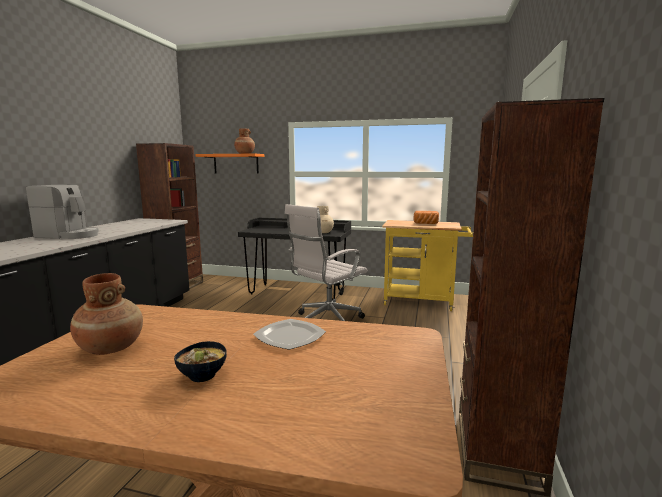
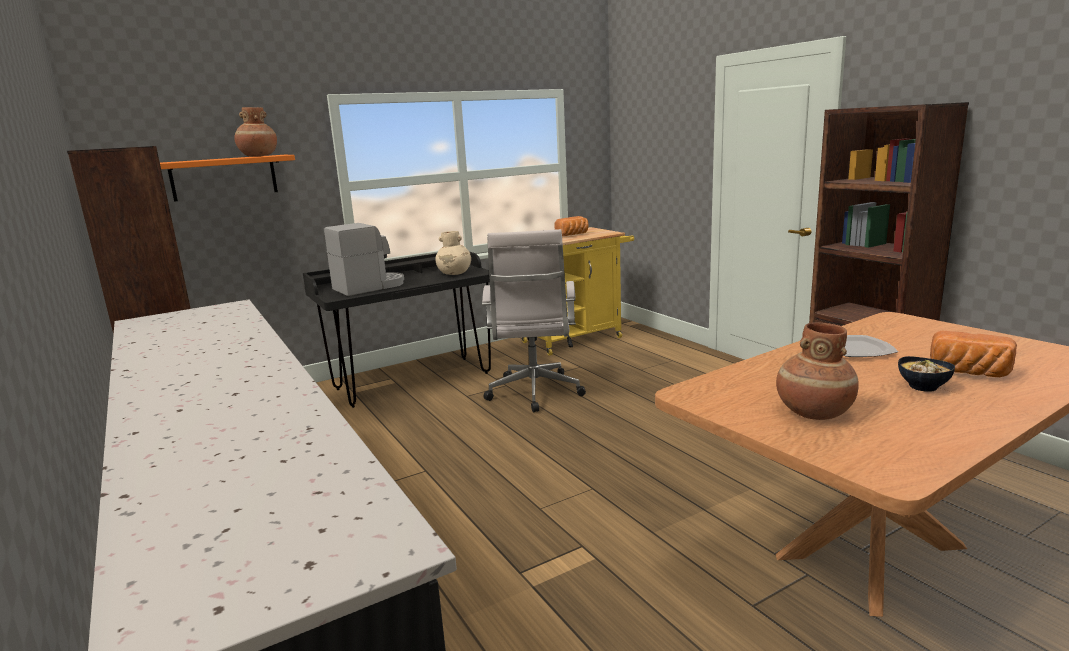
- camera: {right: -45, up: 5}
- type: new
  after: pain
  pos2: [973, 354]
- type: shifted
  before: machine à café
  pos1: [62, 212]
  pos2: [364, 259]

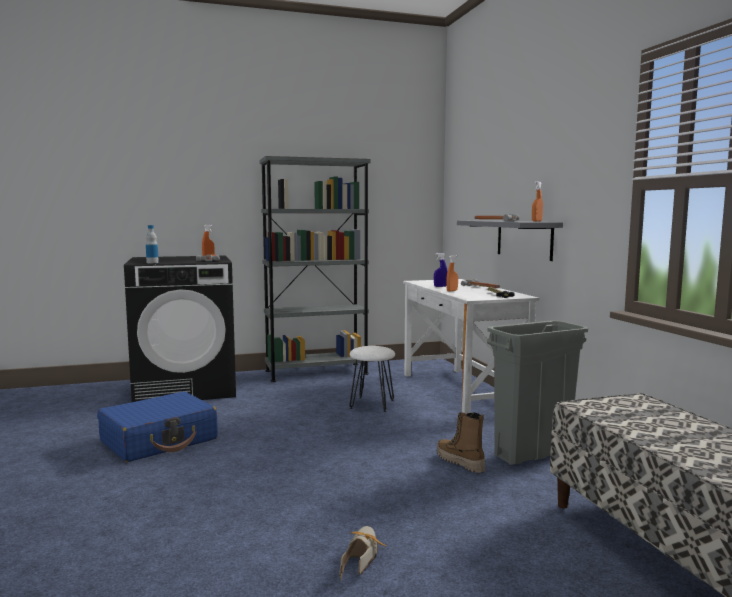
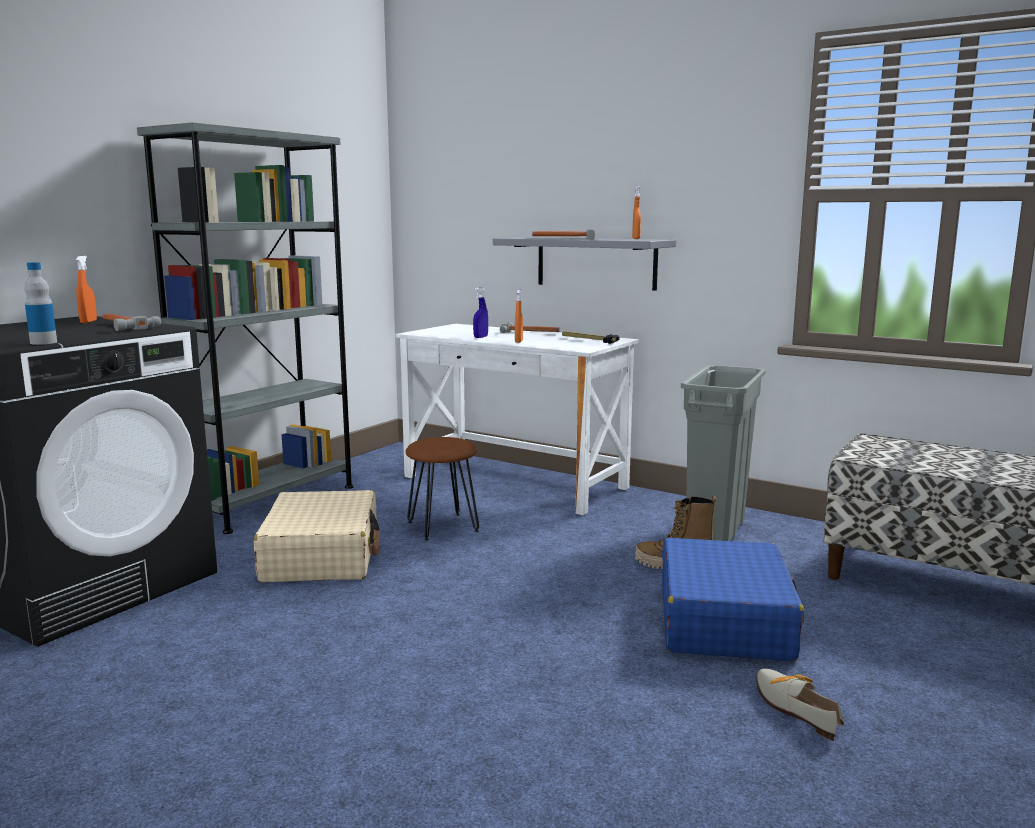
- camera: {right: -40, up: 5}
- type: new
  after: valise (beige)
  pos2: [317, 536]
- type: shifted
  before: valise (bleu)
  pos1: [157, 427]
  pos2: [733, 600]
- type: repainted
  before: tabouret (blanc)
  after: tabouret (marron)
  pos1: [372, 379]
  pos2: [442, 489]

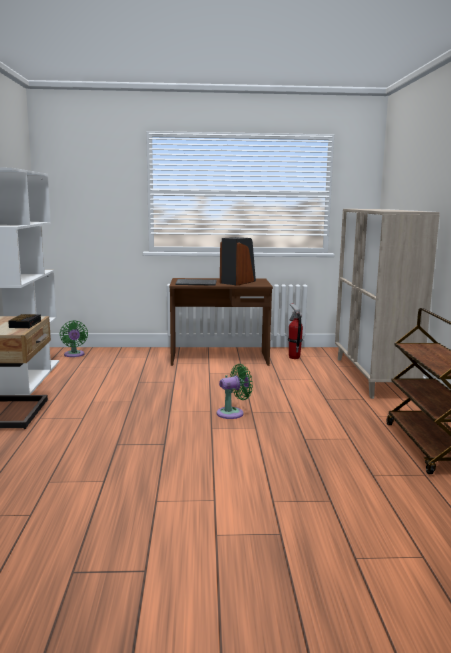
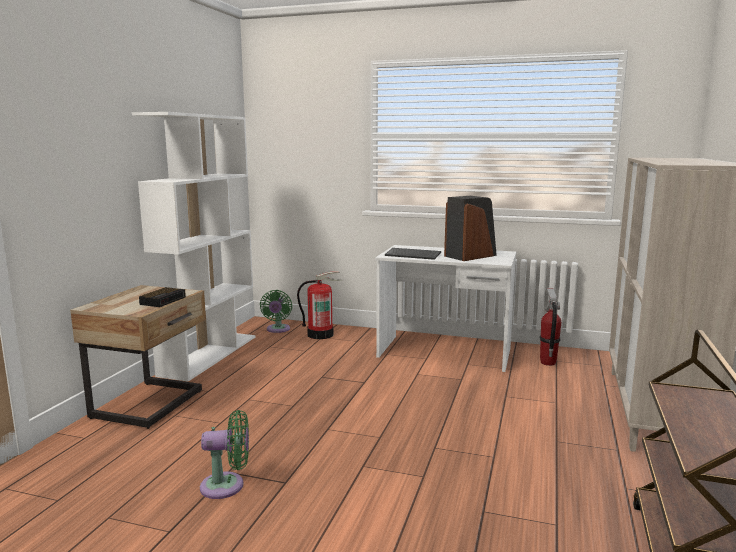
- camera: {right: 20, up: 0}
- type: new
  after: extincteur
  pos2: [320, 305]
- type: shifted
  before: ventilateur (vert)
  pos1: [235, 391]
  pos2: [224, 454]
- type: repainted
  before: bureau (marron)
  after: bureau (blanc)
  pos1: [221, 322]
  pos2: [445, 308]

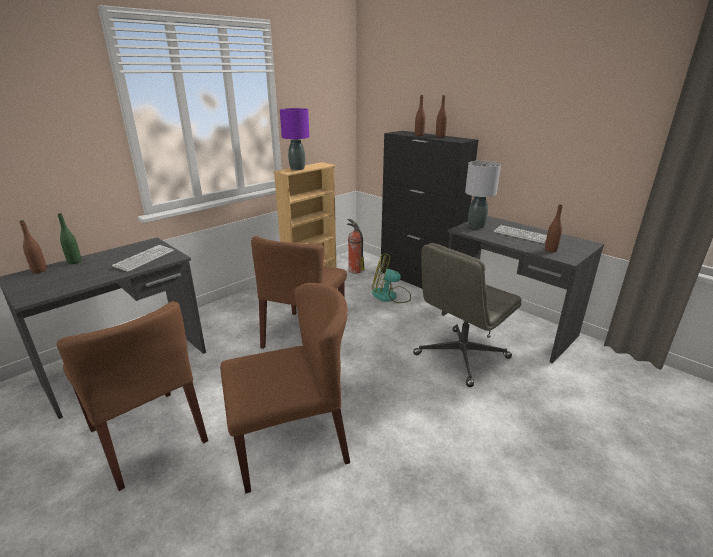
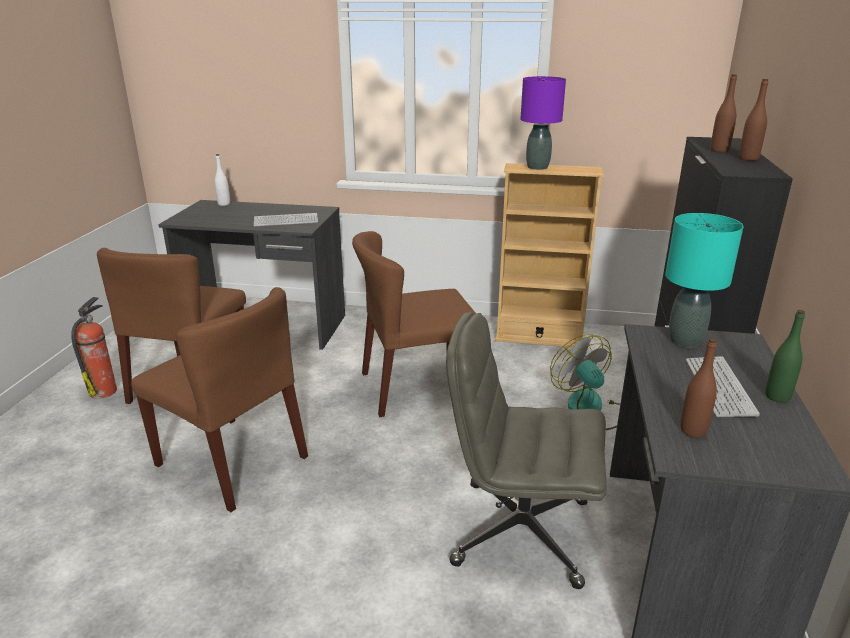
- camera: {right: 55, up: 0}
- type: shifted
  before: bouteille (vert)
  pos1: [69, 238]
  pos2: [785, 356]
- type: shifted
  before: extincteur
  pos1: [356, 246]
  pos2: [94, 348]
- type: repainted
  before: bouteille (marron)
  after: bouteille (blanc)
  pos1: [33, 246]
  pos2: [222, 180]
- type: repainted
  before: lampe de table (gris)
  after: lampe de table (turquoise)
  pos1: [483, 195]
  pos2: [704, 280]

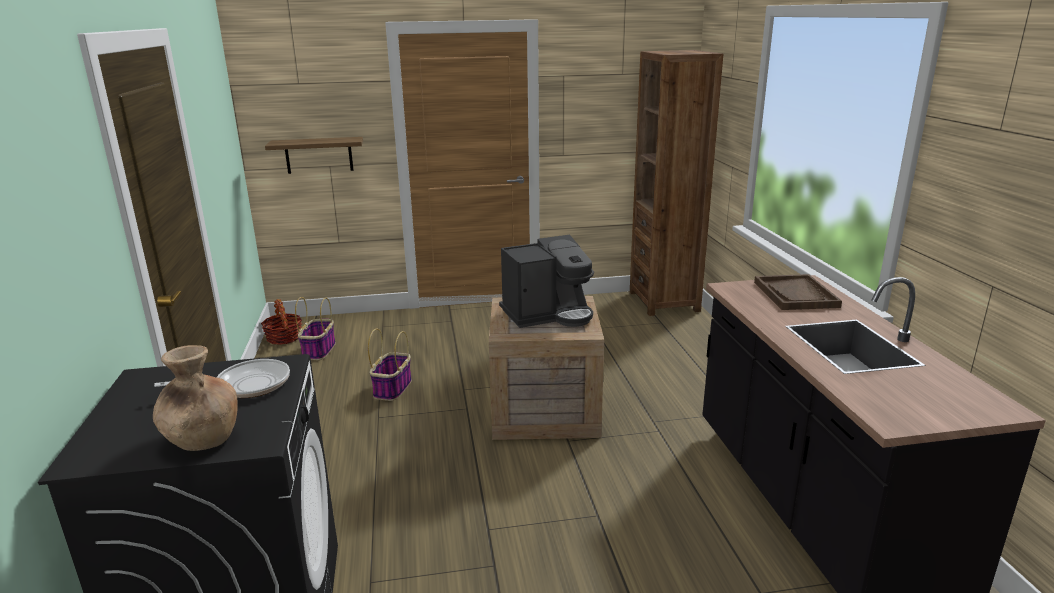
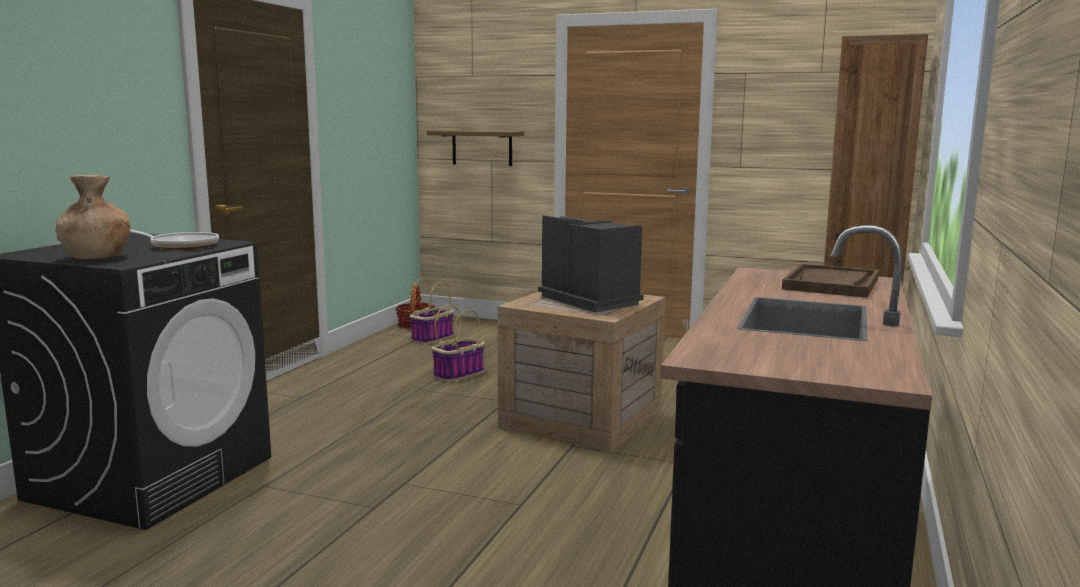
- camera: {right: 30, up: -10}
- type: rotated
  before: machine à café
  pos1: [546, 281]
  pos2: [591, 264]
  turn: -135

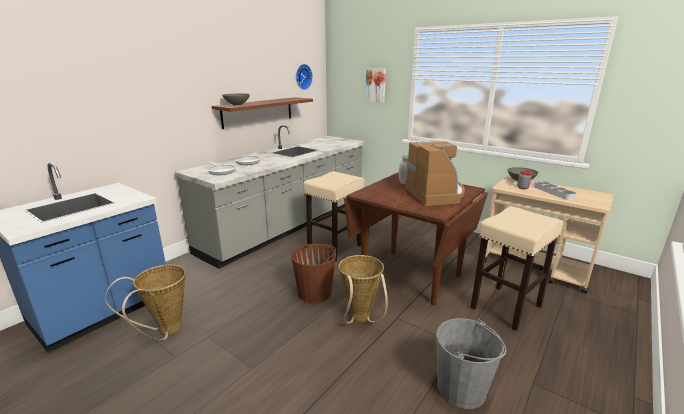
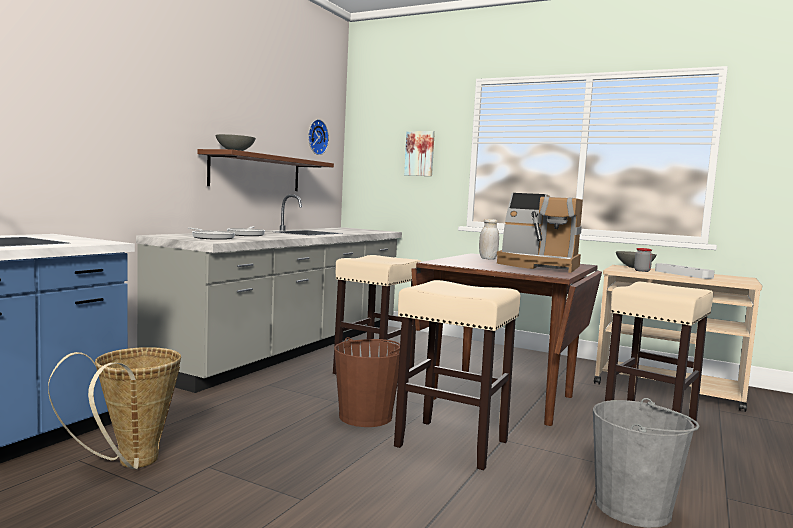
- camera: {right: -10, up: -15}
- type: swapped
  before: panier
  after: tabouret (beige)
  pos1: [363, 289]
  pos2: [457, 375]
- type: rotated
  before: machine à café
  pos1: [435, 173]
  pos2: [540, 233]
  turn: 135

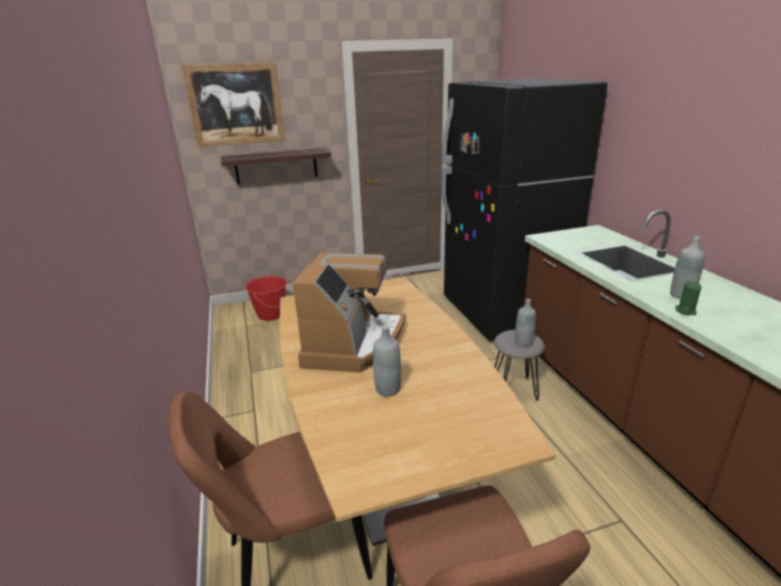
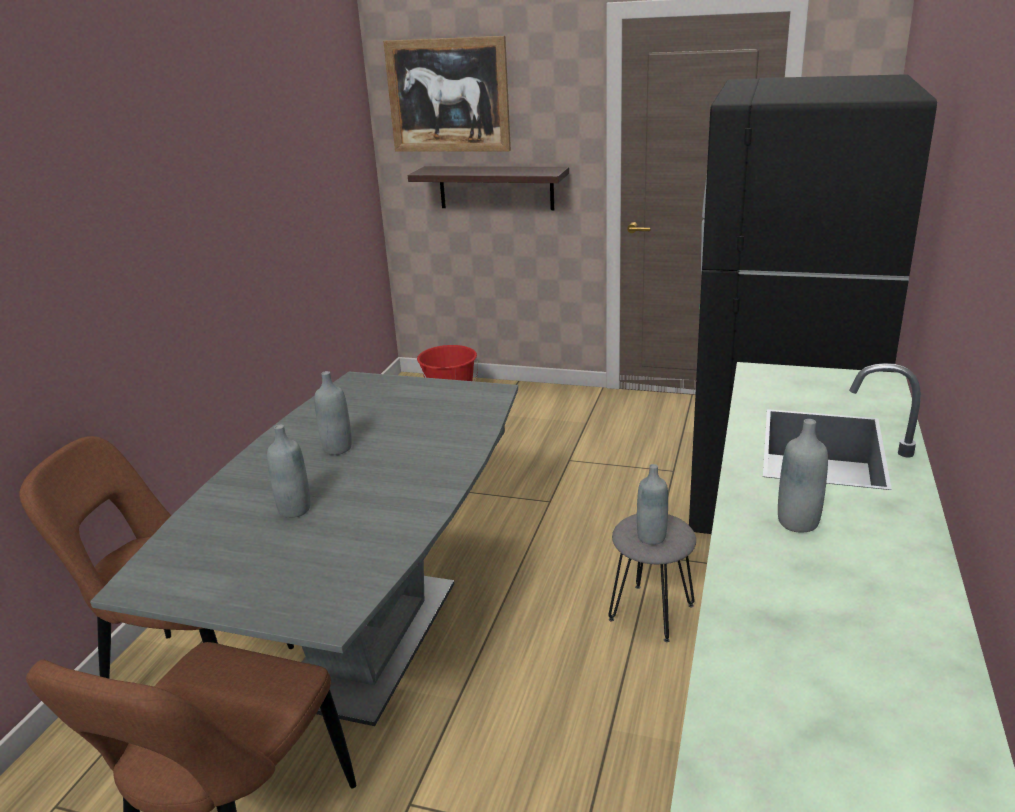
- camera: {right: 35, up: 0}
- type: gone
  before: bougie (vert)
  pos1: [688, 298]
- type: swapped
  before: machine à café
  after: bouteille (gris)
  pos1: [349, 313]
  pos2: [333, 413]
- type: repainted
  before: table à manger (marron)
  after: table à manger (gris)
  pos1: [417, 412]
  pos2: [304, 549]

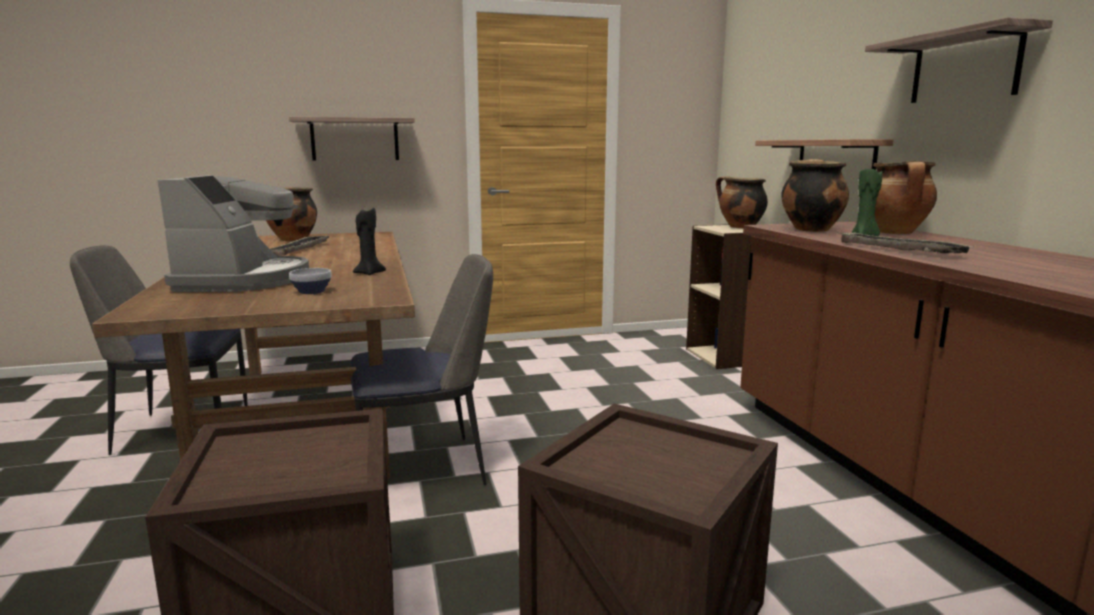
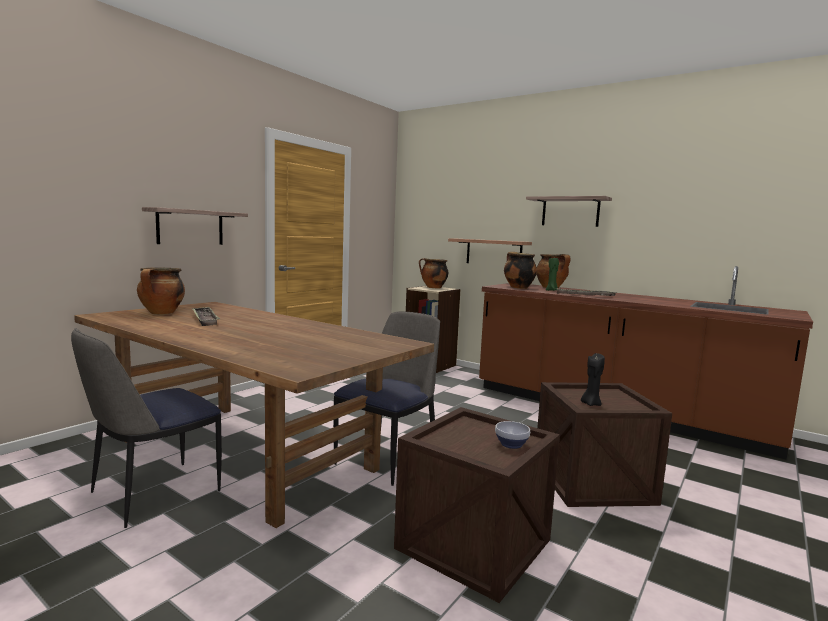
- camera: {right: -40, up: -5}
- type: gone
  before: machine à café
  pos1: [233, 233]
- type: shifted
  before: bol
  pos1: [310, 281]
  pos2: [512, 435]
- type: shifted
  before: bougie (noir)
  pos1: [369, 241]
  pos2: [593, 379]

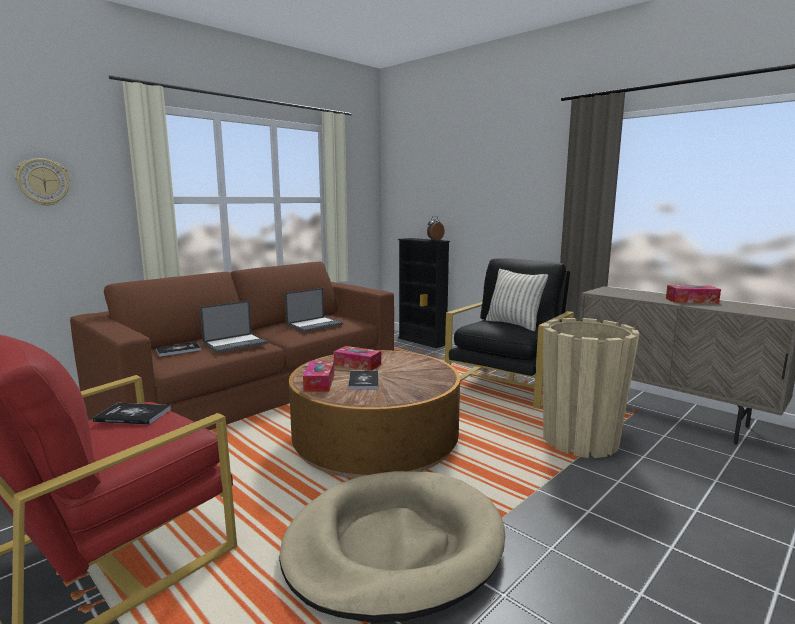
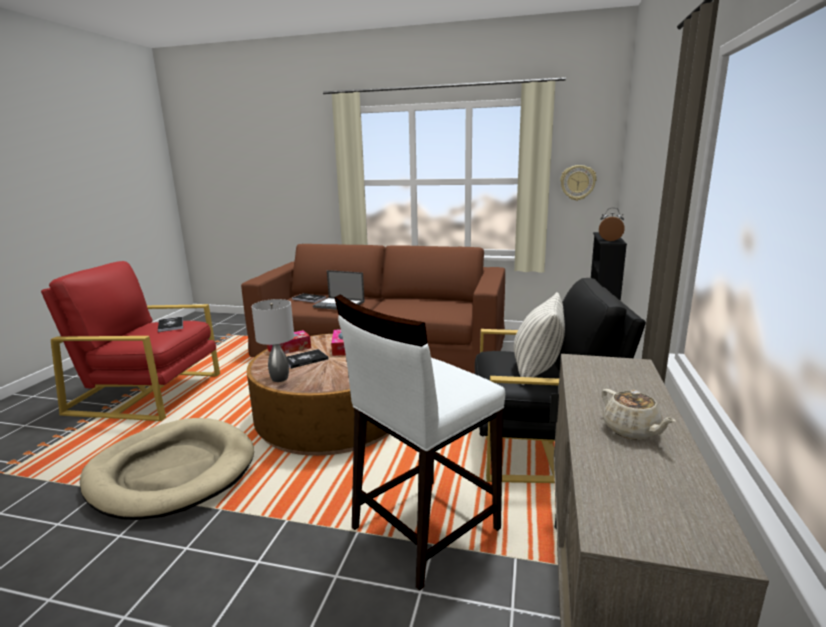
- camera: {right: 60, up: 5}
- type: gone
  before: ordinateur portable
  pos1: [314, 310]
- type: new
  after: lampe de table (gris)
  pos2: [272, 340]
- type: shifted
  before: horloge murale
  pos1: [42, 182]
  pos2: [578, 183]
- type: swapped
  before: cache-pot (beige)
  after: tabouret (blanc)
  pos1: [591, 388]
  pos2: [419, 442]
- type: swapped
  before: boîte à mouchoirs
  after: théière (beige)
  pos1: [693, 294]
  pos2: [639, 414]

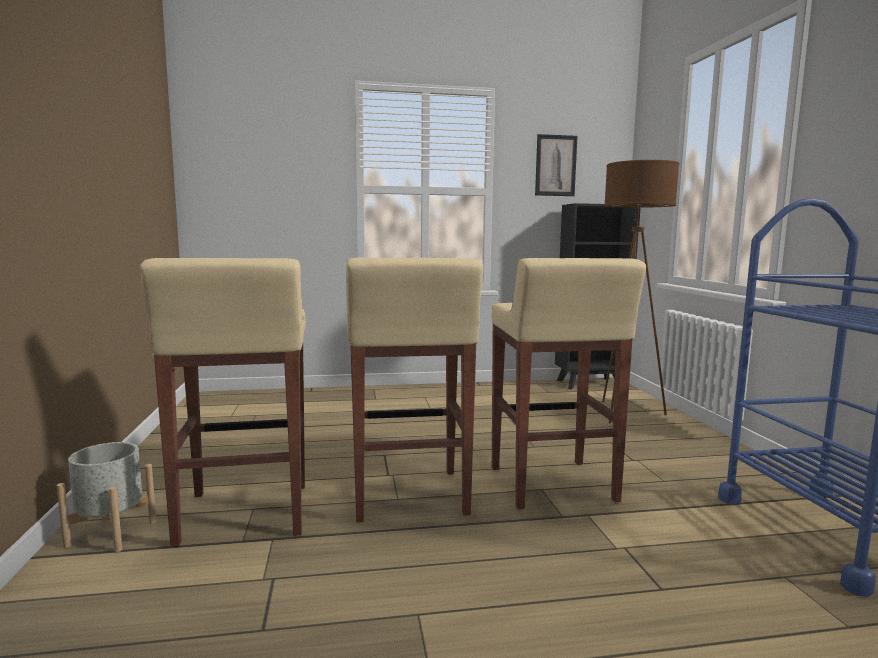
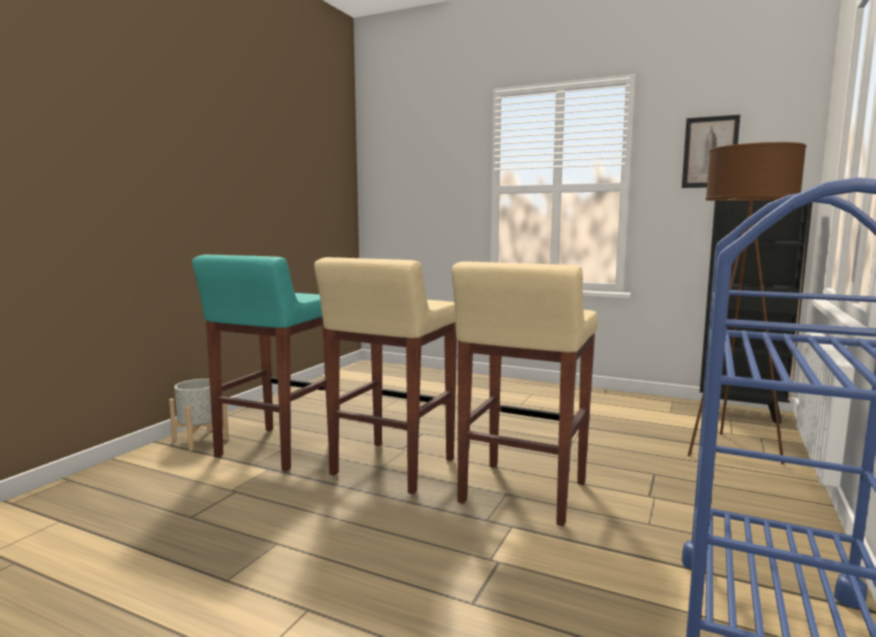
- camera: {right: 35, up: 0}
- type: repainted
  before: tabouret (beige)
  after: tabouret (turquoise)
  pos1: [223, 402]
  pos2: [260, 362]

